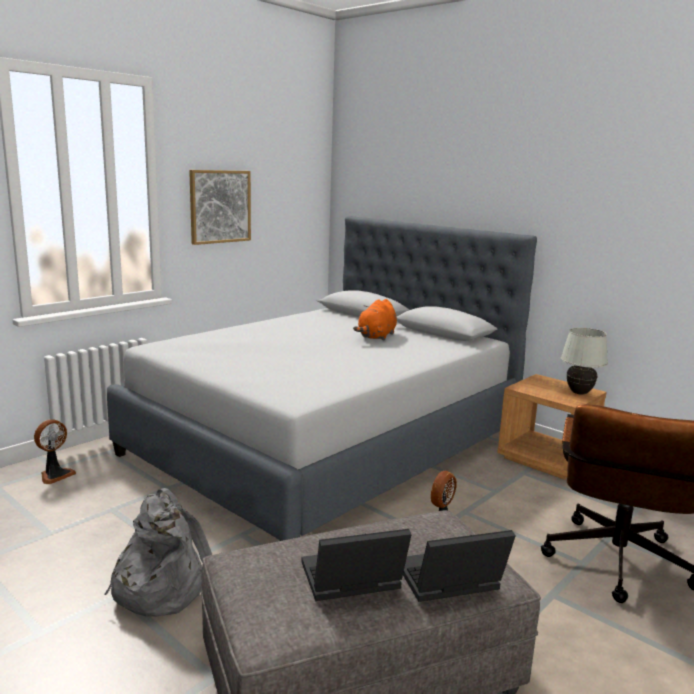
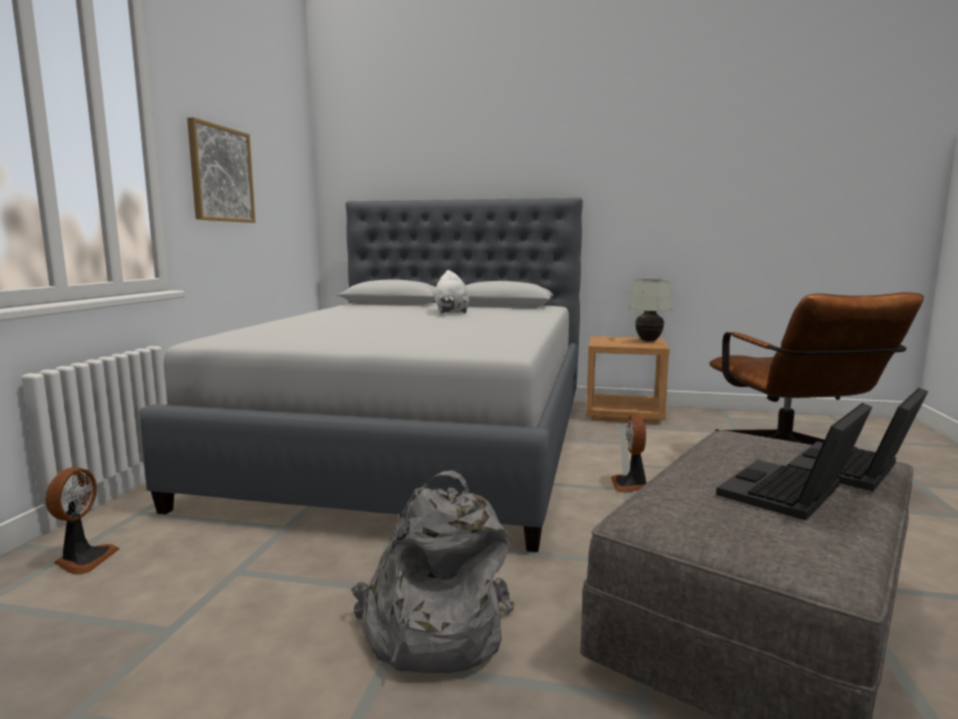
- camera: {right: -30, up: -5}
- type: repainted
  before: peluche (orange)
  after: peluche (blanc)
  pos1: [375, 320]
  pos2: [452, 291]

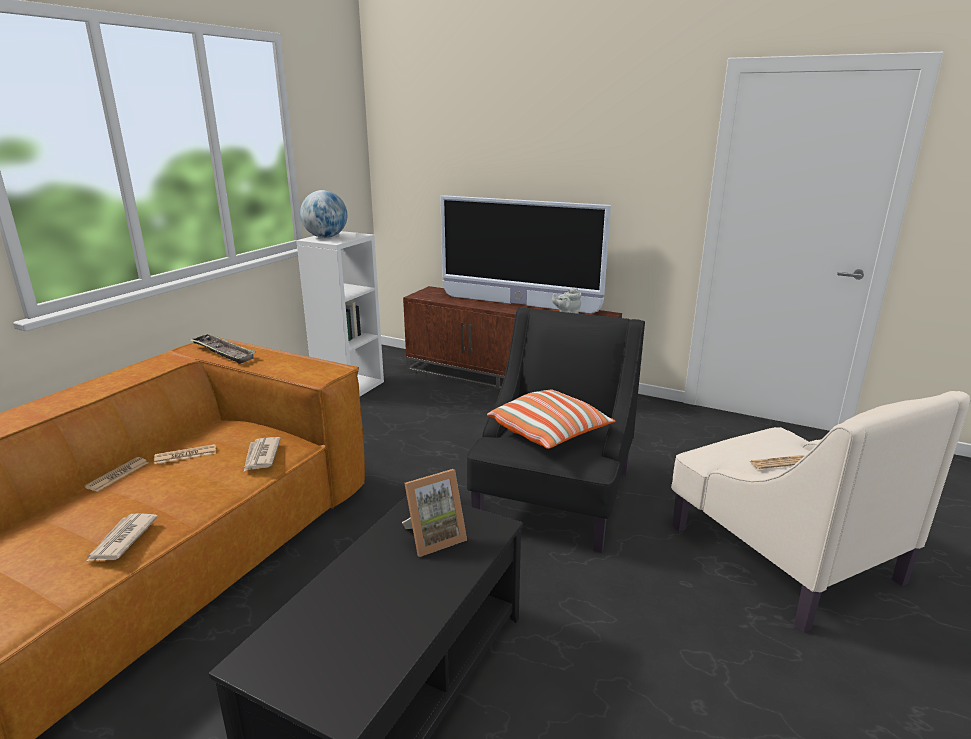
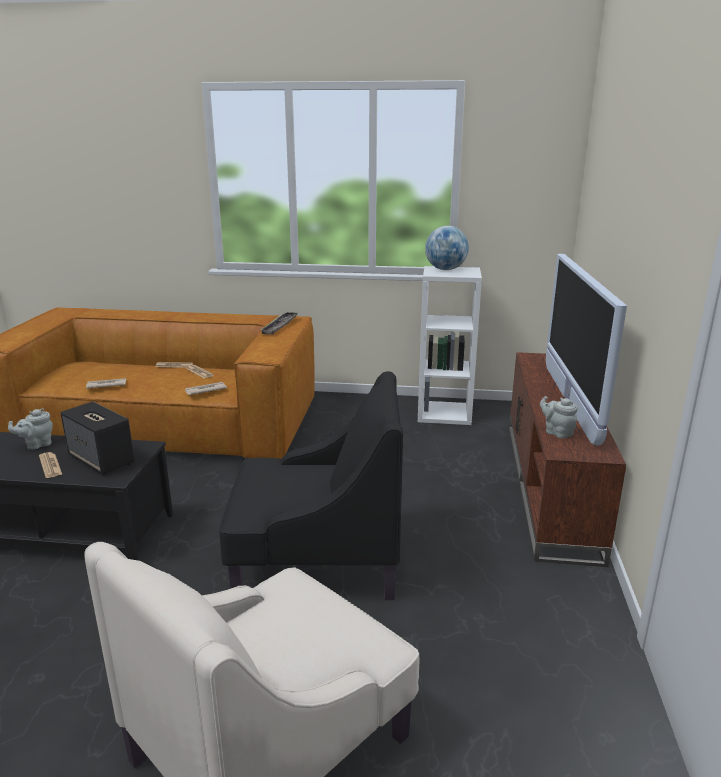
- camera: {right: 70, up: 0}
- type: gone
  before: coussin
  pos1: [551, 419]
- type: new
  after: théière (gris)
  pos2: [30, 429]
- type: shifted
  before: journal
  pos1: [777, 462]
  pos2: [50, 465]
- type: swapped
  before: cadre photo
  after: enceinte
  pos1: [434, 513]
  pos2: [97, 438]

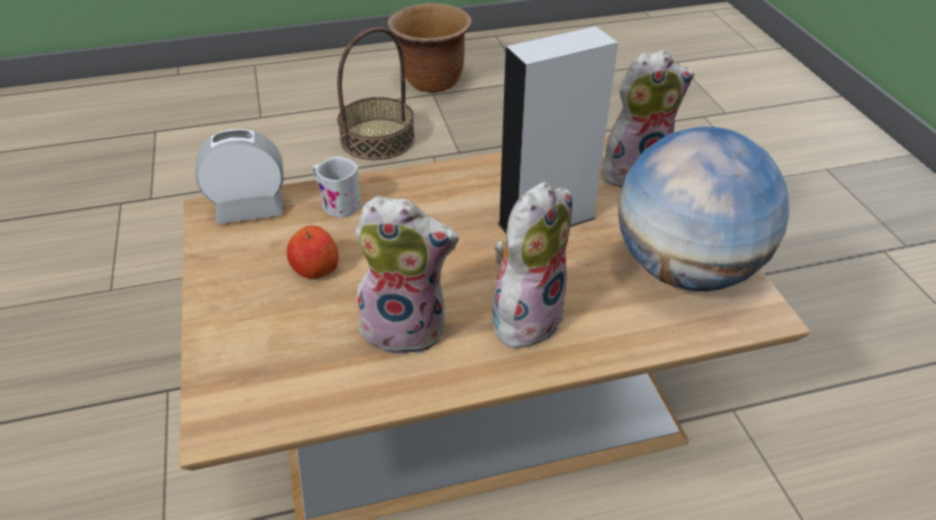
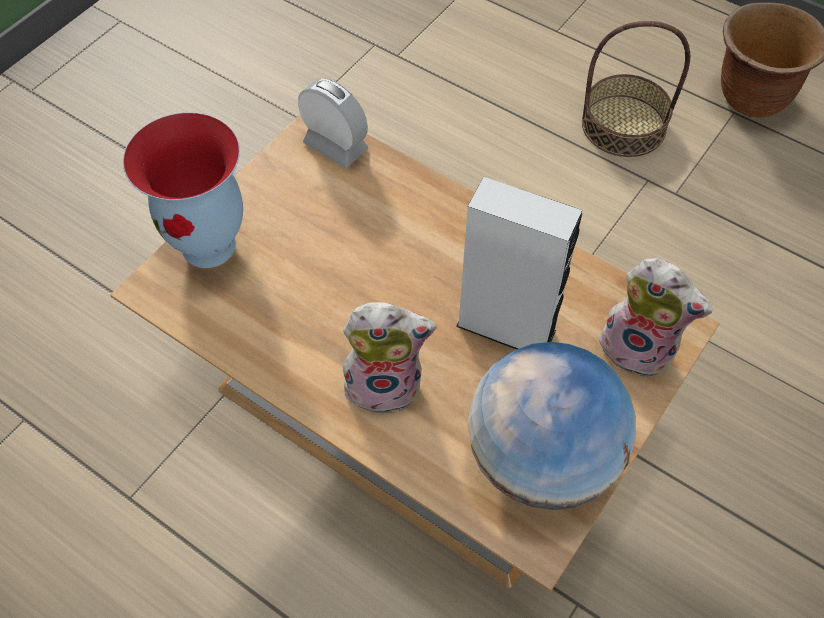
- camera: {right: 50, up: 15}
- type: gone
  before: pomme
  pos1: [313, 252]
- type: gone
  before: mug (blanc)
  pos1: [336, 187]
- type: gone
  before: peluche
  pos1: [407, 275]
- type: new
  after: vase
  pos2: [183, 190]

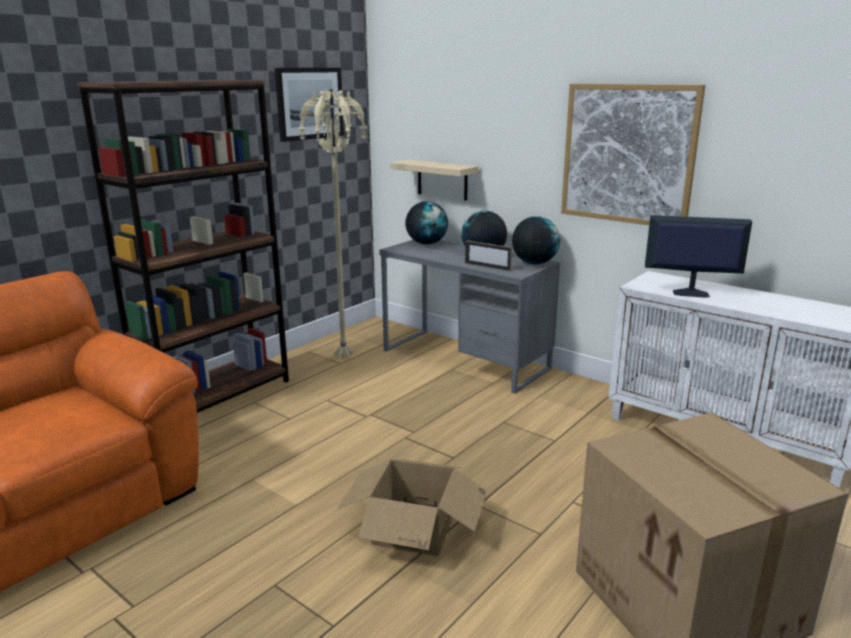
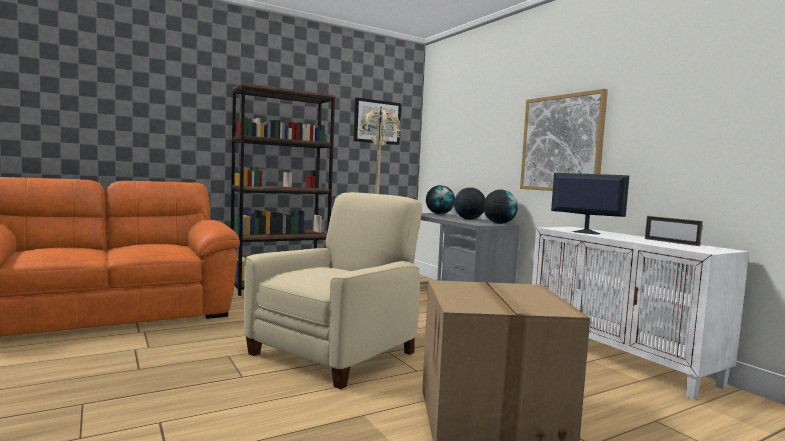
- camera: {right: 20, up: -15}
- type: gone
  before: étagère (beige)
  pos1: [434, 180]
- type: shifted
  before: cadre photo
  pos1: [488, 255]
  pos2: [674, 231]
- type: swapped
  before: carton
  after: fauteuil (beige)
  pos1: [412, 507]
  pos2: [332, 290]

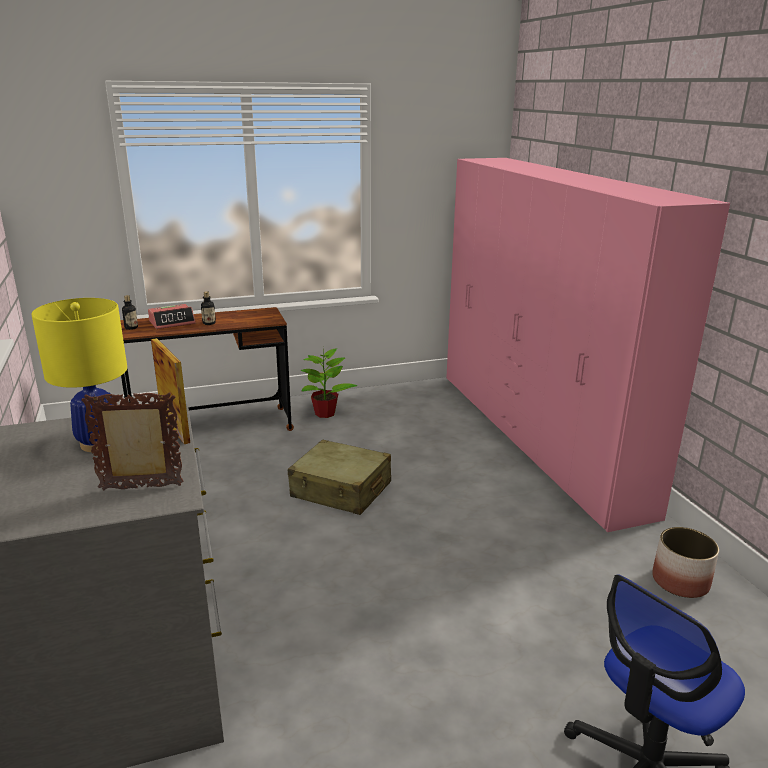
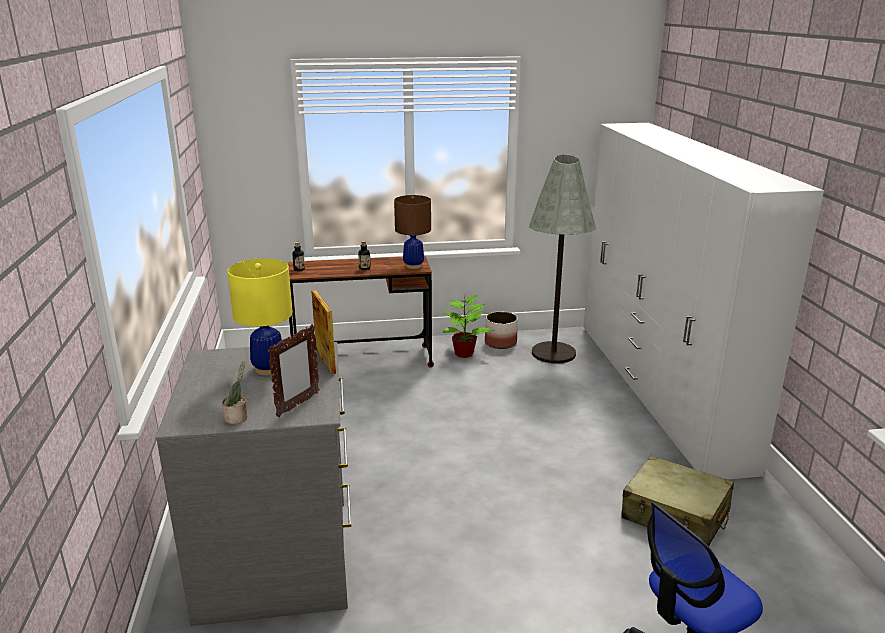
- camera: {right: 10, up: 0}
- type: gone
  before: réveil
  pos1: [172, 316]
- type: new
  after: plante en pot
  pos2: [234, 392]
- type: new
  after: lampe de table (marron)
  pos2: [412, 232]
- type: new
  after: lampadaire (gris)
  pos2: [562, 259]
- type: shifted
  before: valise (beige)
  pos1: [339, 477]
  pos2: [677, 500]
- type: shifted
  before: cache-pot
  pos1: [685, 562]
  pos2: [501, 330]
- type: repainted
  before: armoire (rose)
  after: armoire (blanc)
  pos1: [588, 345]
  pos2: [704, 301]
- type: rotated
  before: cadre photo
  pos1: [132, 441]
  pos2: [294, 370]
  turn: 120

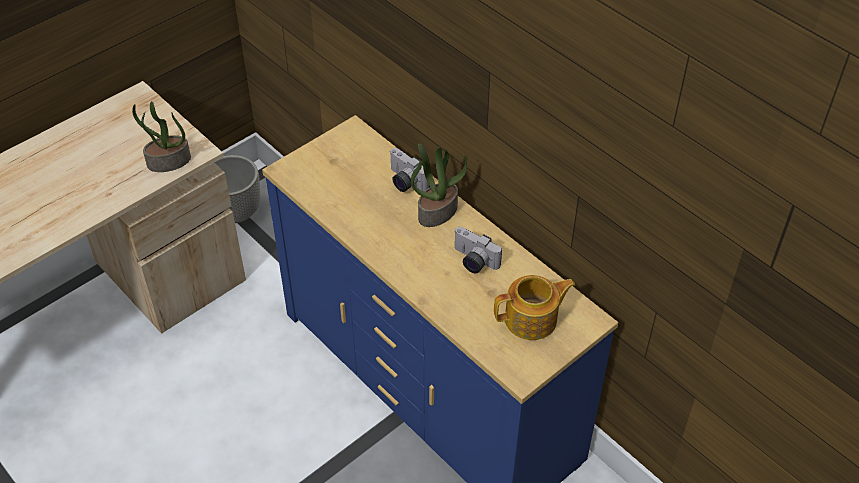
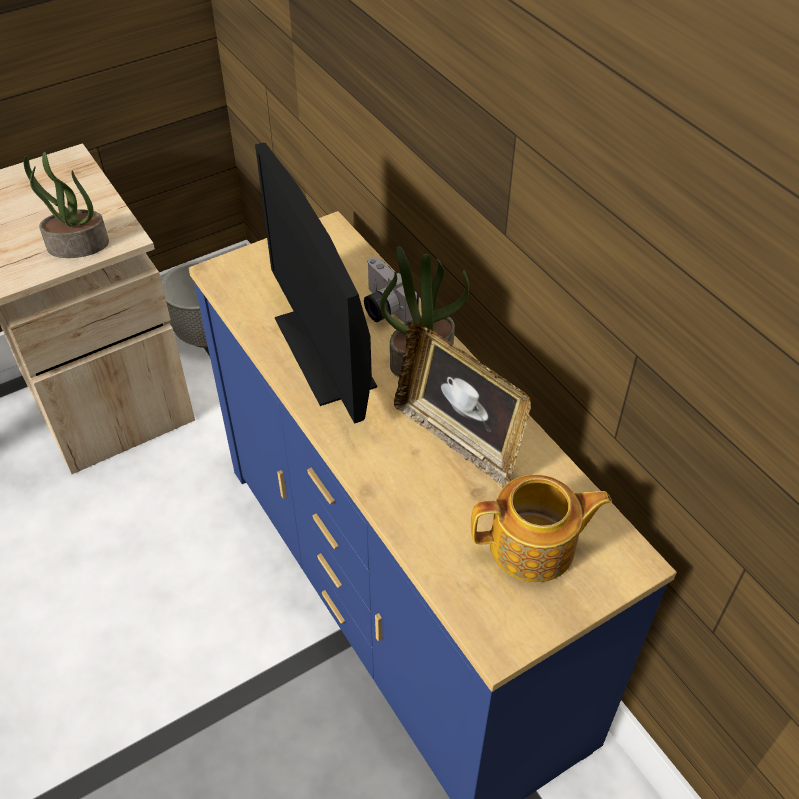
- camera: {right: 10, up: 0}
- type: new
  after: écran d'ordinateur
  pos2: [316, 283]
- type: swapped
  before: appareil photo
  after: cadre photo
  pos1: [478, 250]
  pos2: [462, 404]

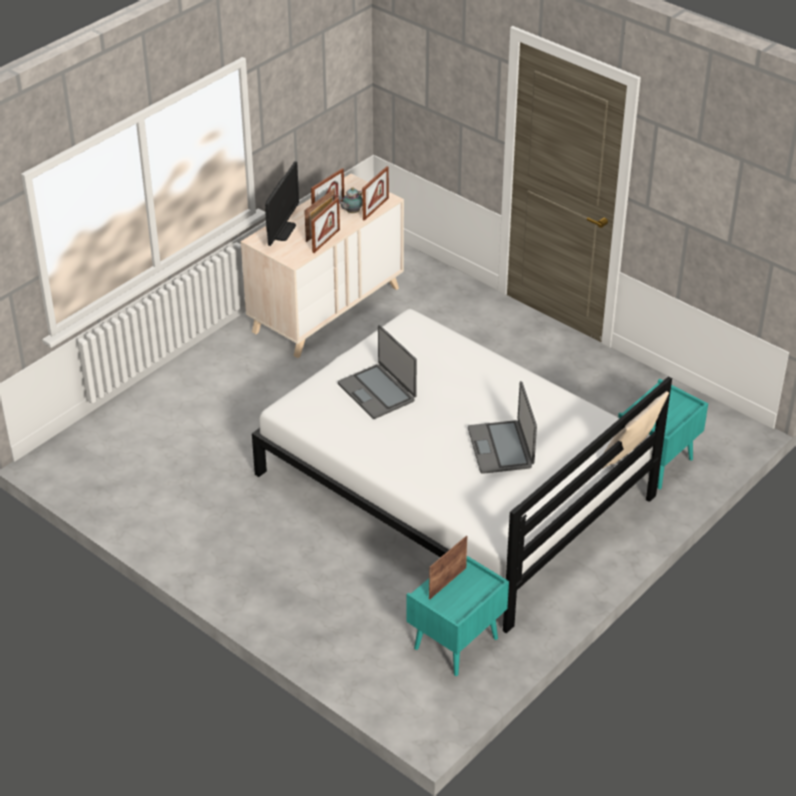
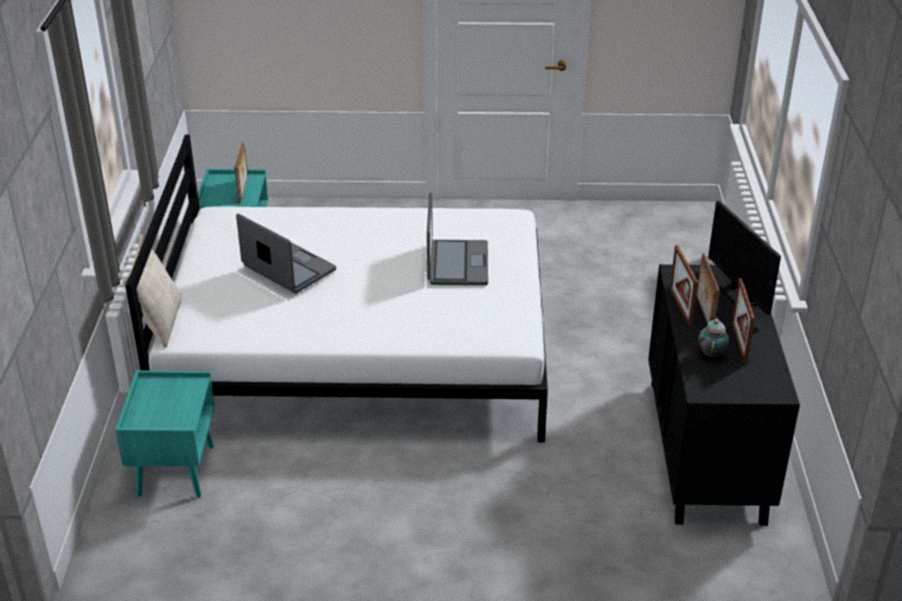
- camera: {right: 140, up: -5}
- type: gone
  before: cadre photo
  pos1: [375, 193]
- type: repainted
  before: commode (beige)
  after: commode (noir)
  pos1: [322, 266]
  pos2: [724, 395]
- type: rotated
  before: ordinateur portable
  pos1: [377, 372]
  pos2: [457, 238]
  turn: 75

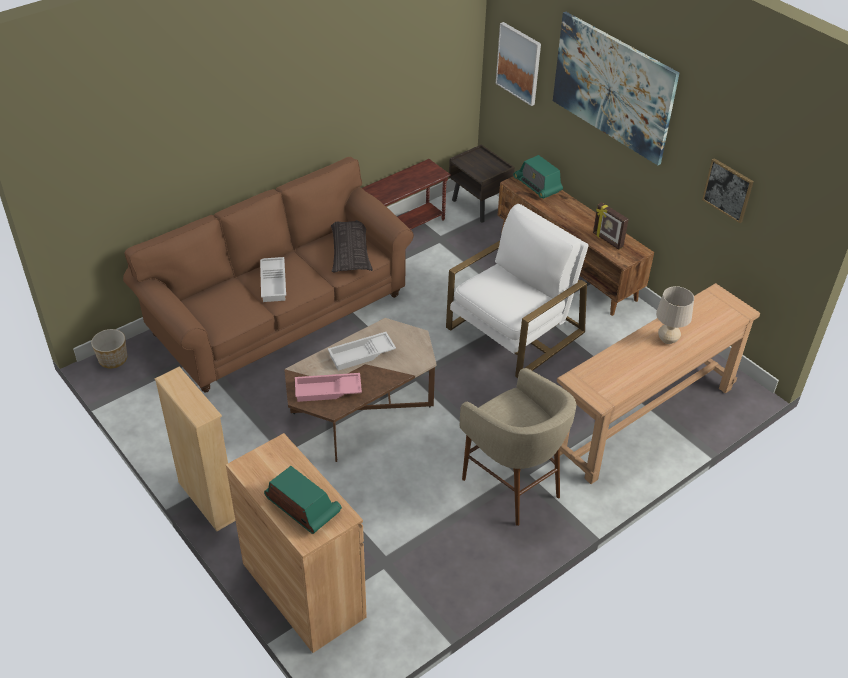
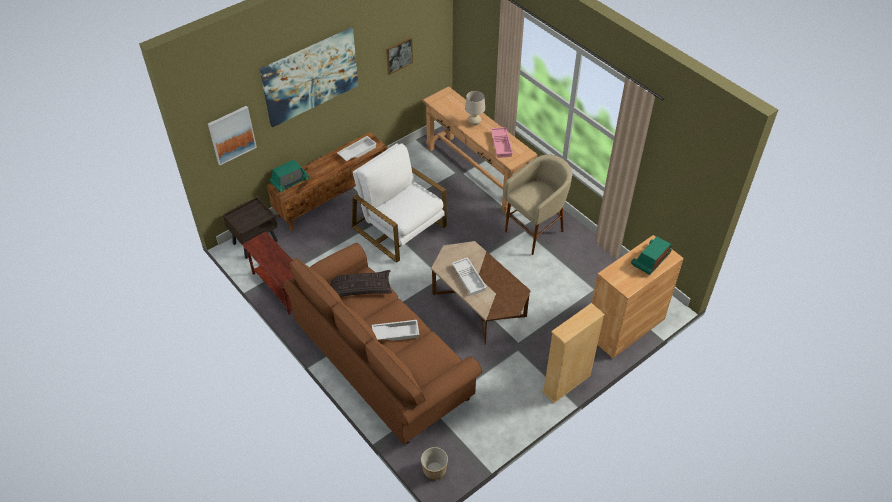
- camera: {right: -90, up: 5}
- type: shifted
  before: plateau (rose)
  pos1: [328, 387]
  pos2: [502, 142]
- type: swapped
  before: cadre photo
  after: plateau (blanc)
  pos1: [611, 226]
  pos2: [357, 148]

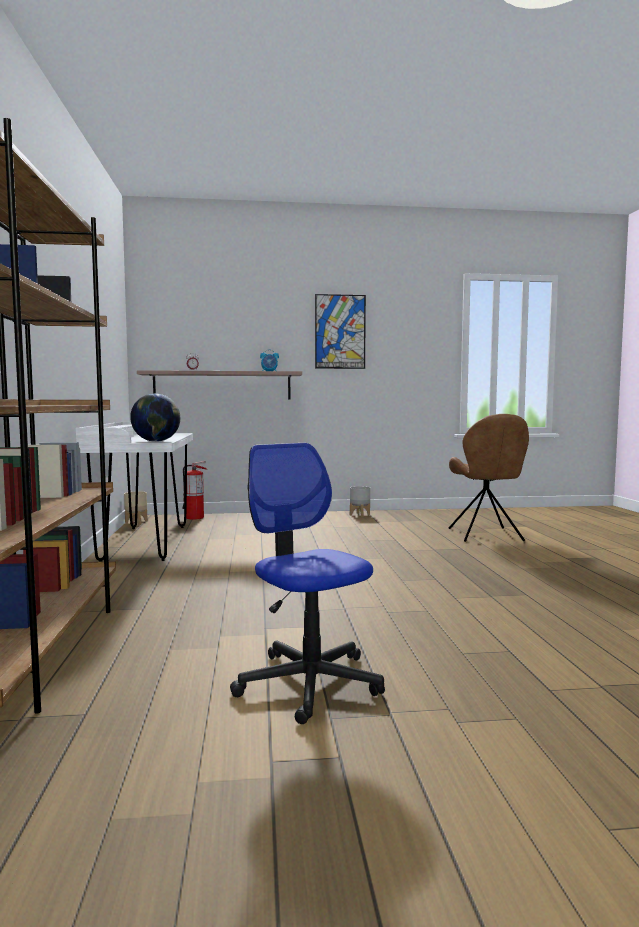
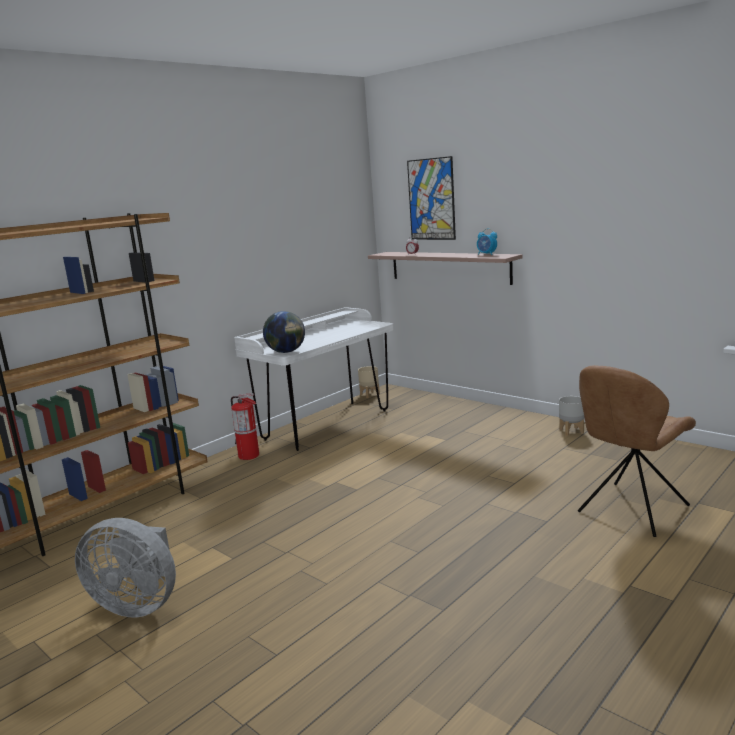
- camera: {right: 50, up: 10}
- type: shifted
  before: extincteur
  pos1: [194, 490]
  pos2: [245, 426]
- type: shifted
  before: tableau
  pos1: [340, 331]
  pos2: [431, 198]
- type: swapped
  before: chaise de bureau
  after: ventilateur (gris)
  pos1: [307, 583]
  pos2: [125, 567]

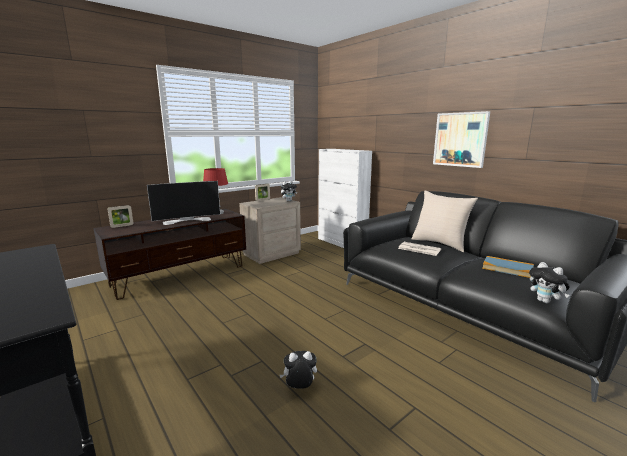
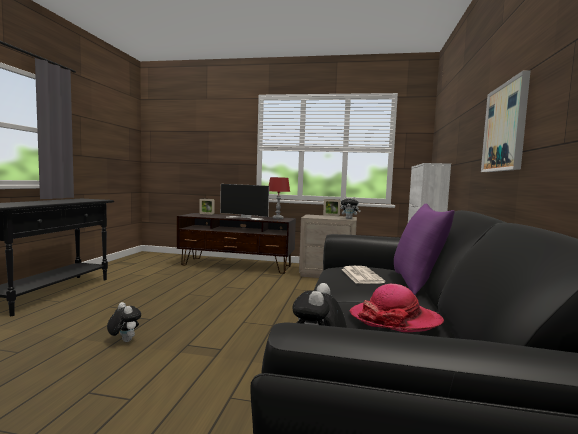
- camera: {right: 50, up: -10}
- type: swapped
  before: livre
  after: chapeau
  pos1: [508, 267]
  pos2: [397, 308]
- type: repainted
  before: coussin (beige)
  after: coussin (violet)
  pos1: [444, 221]
  pos2: [424, 249]

